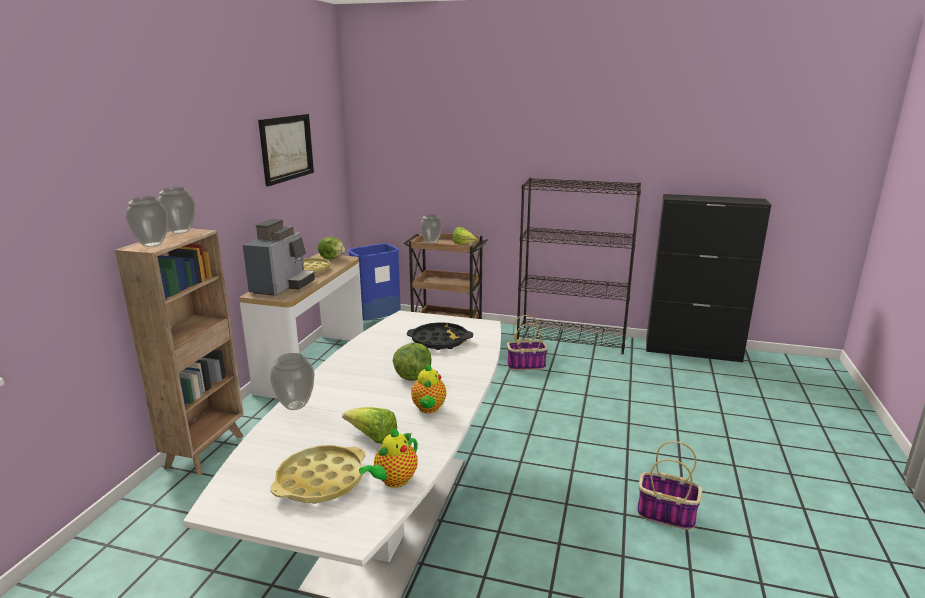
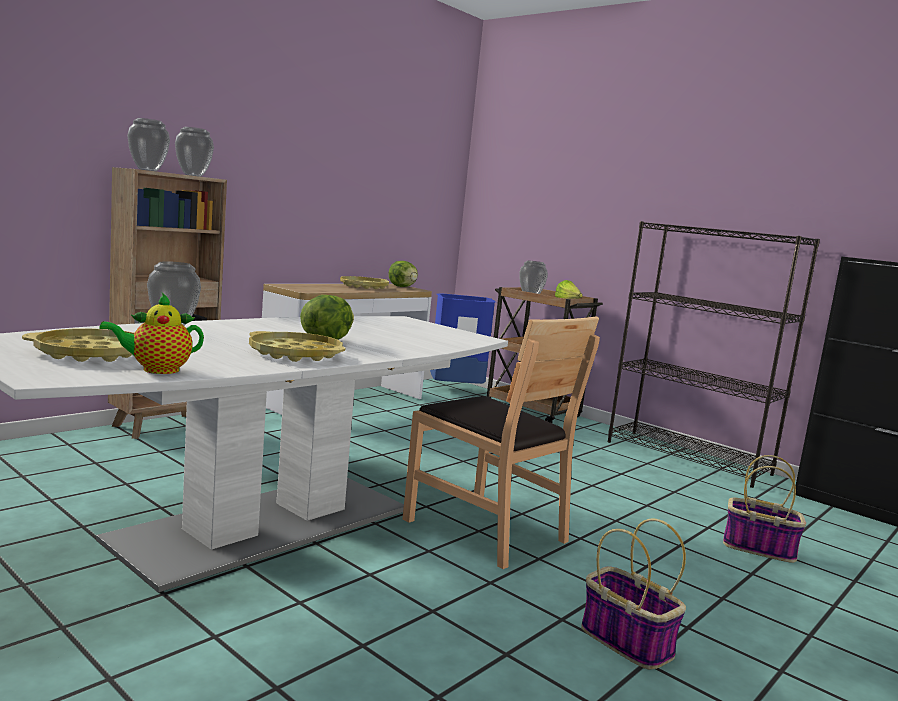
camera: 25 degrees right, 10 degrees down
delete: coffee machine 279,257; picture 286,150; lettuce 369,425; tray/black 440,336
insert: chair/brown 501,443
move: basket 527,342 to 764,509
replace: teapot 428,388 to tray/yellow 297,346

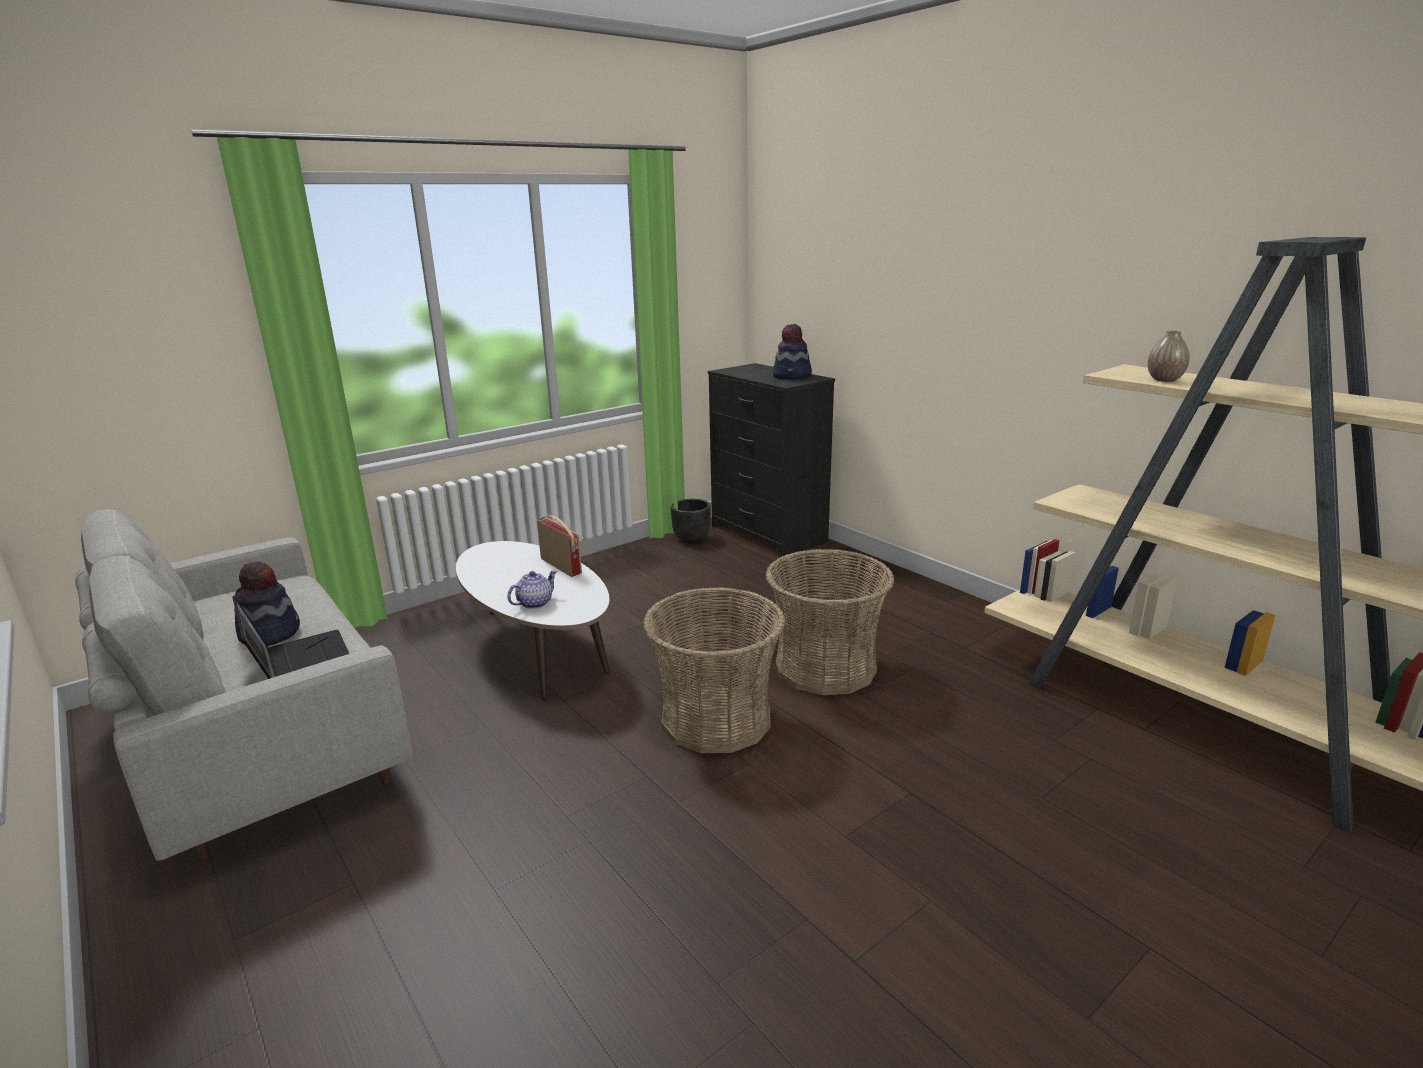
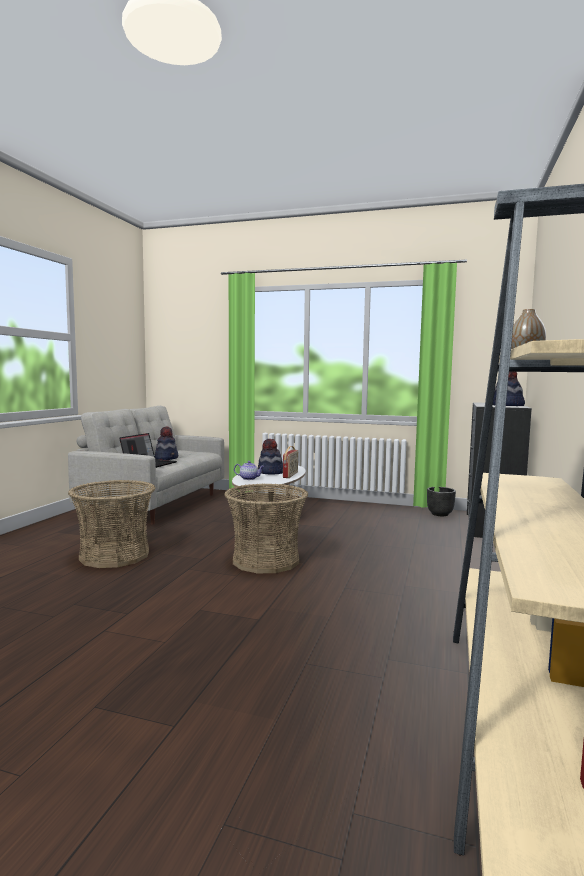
camera: 55 degrees right, 15 degrees down
insert: hat 270,456
move: basket 830,622 to 111,524

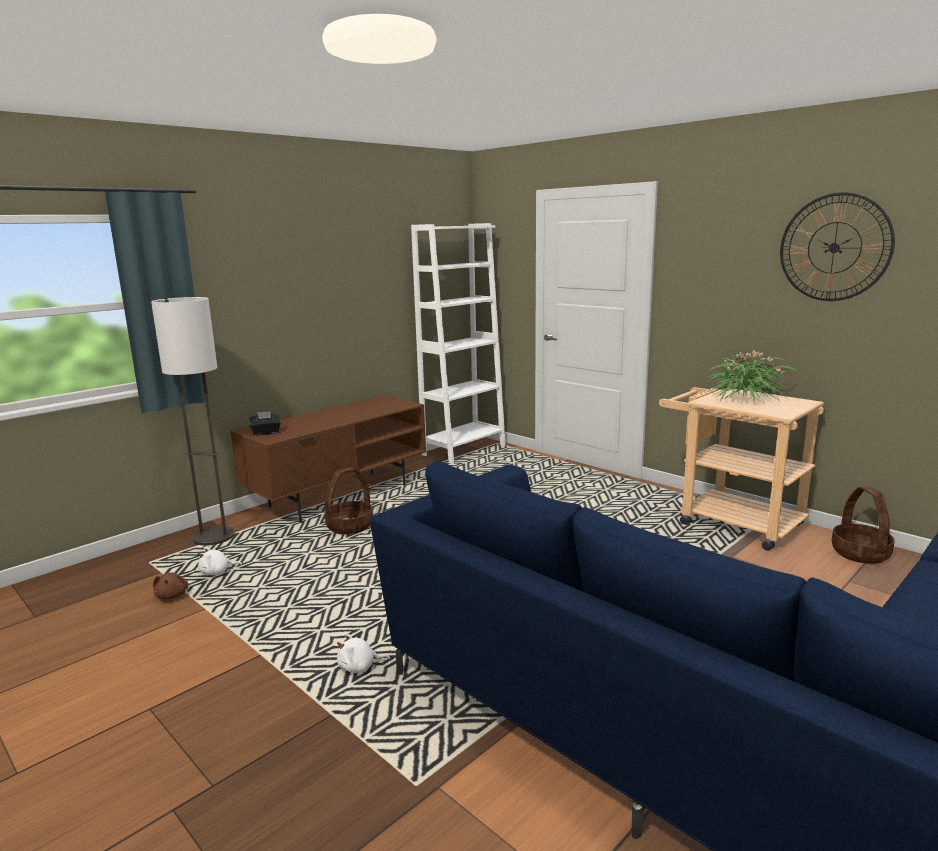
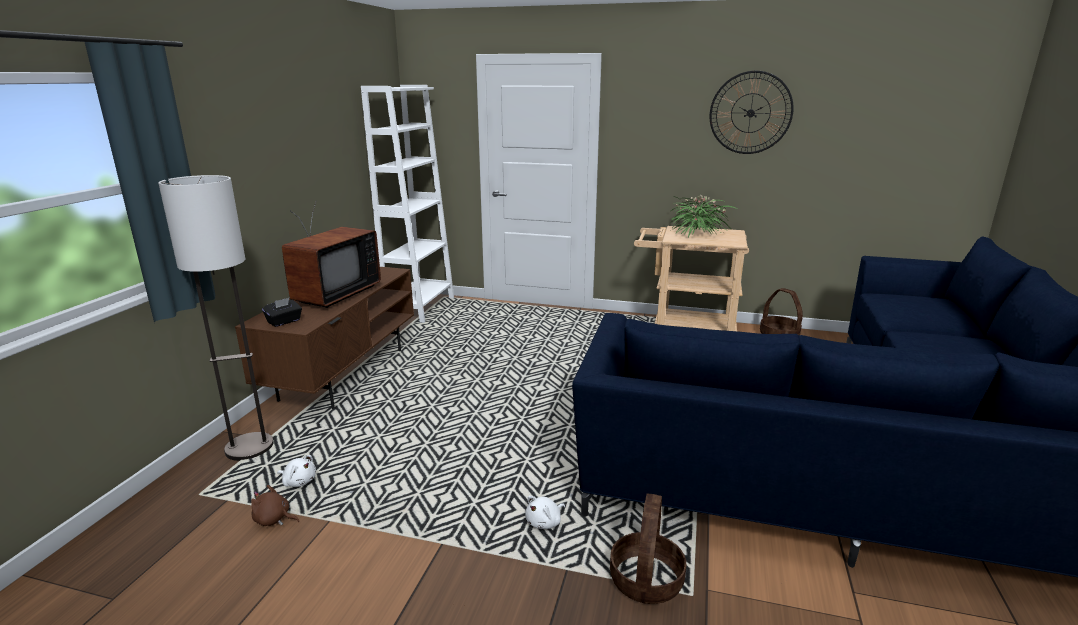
camera: 30 degrees left, 5 degrees up
insert: television 331,254
move: basket 349,500 to 648,548
rotate: plush toy/brown 171,586 = 275,505 150 degrees clockwise; plush toy/white 220,561 = 296,471 105 degrees counterclockwise

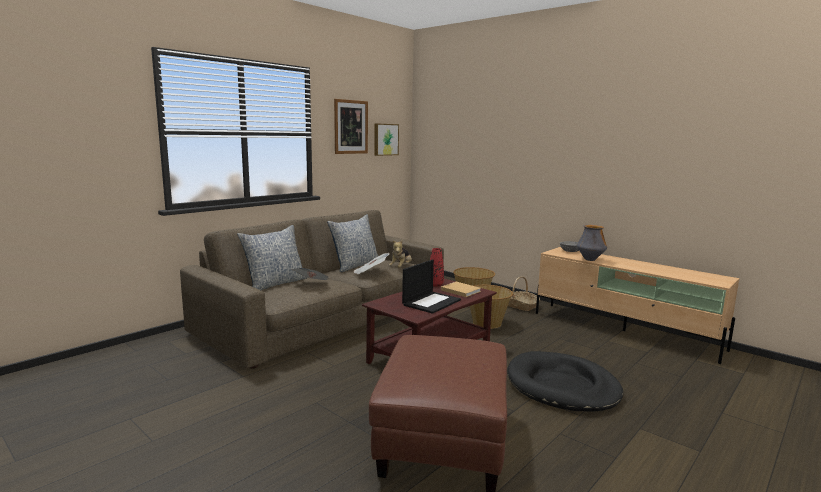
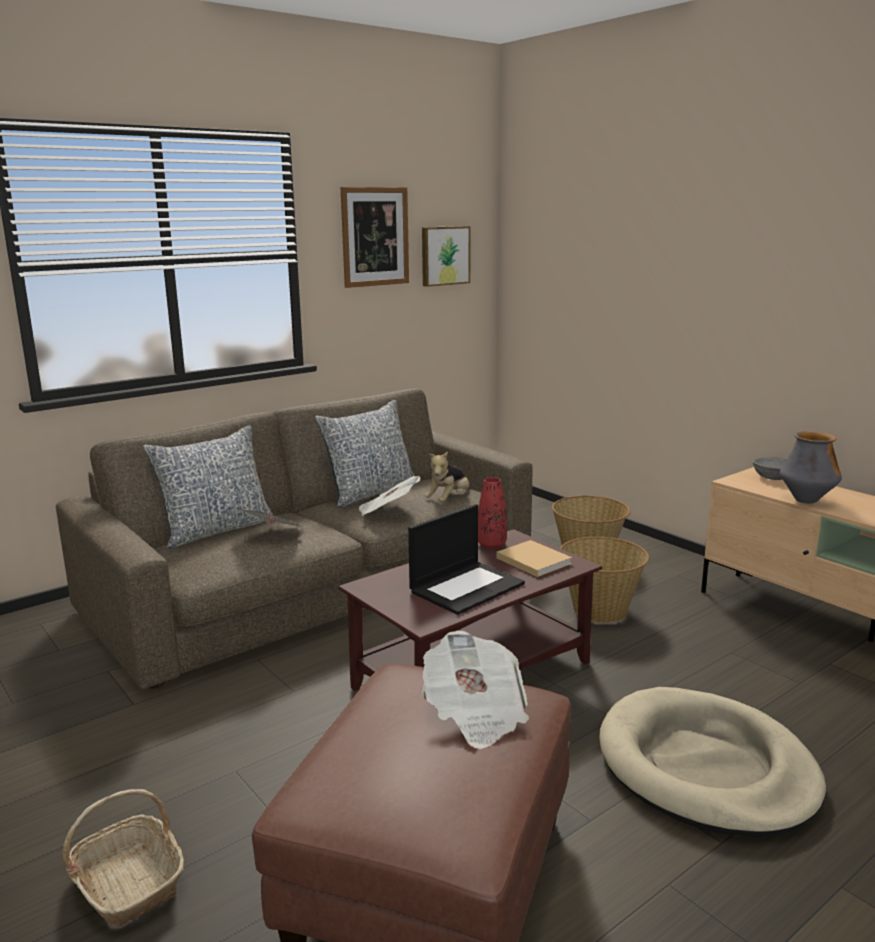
camera: 10 degrees right, 5 degrees up
insert: newspaper 475,690
move: basket 524,293 to 123,858
recolor: dog bed/black 565,381 to dog bed/beige 712,762

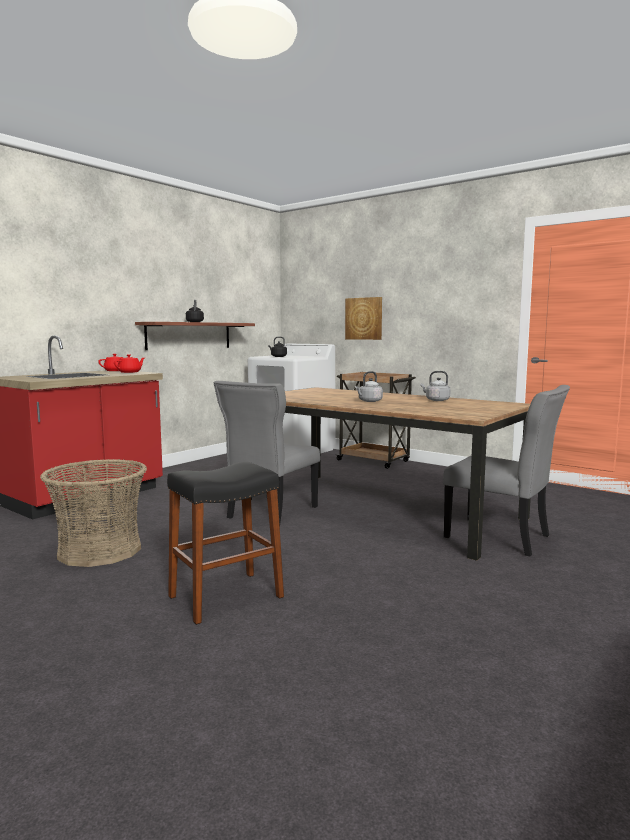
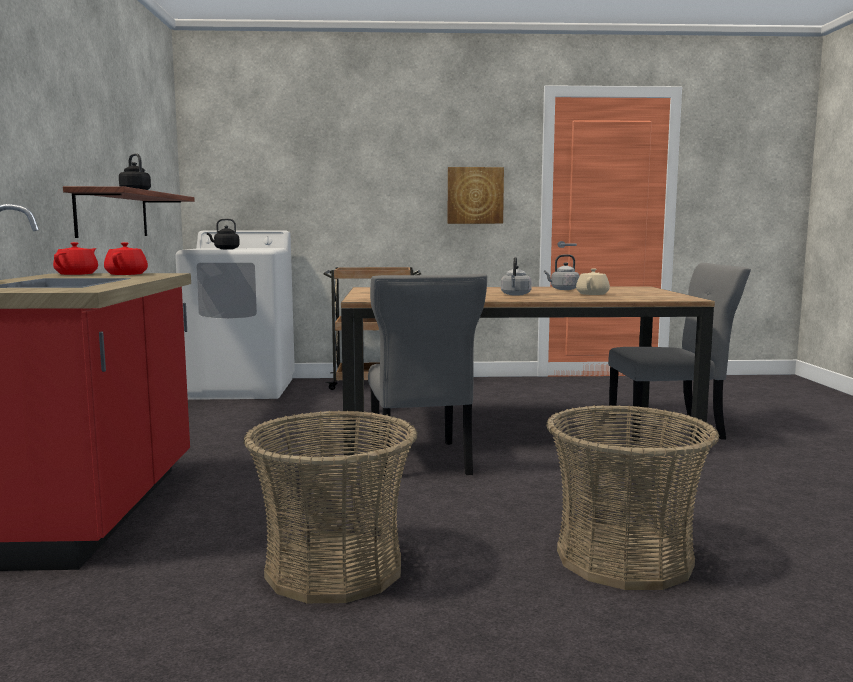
camera: 40 degrees left, 0 degrees up
insert: teapot/beige 593,281
move: picture 363,318 to 476,195
replace: stool/black 225,543 to basket 633,497

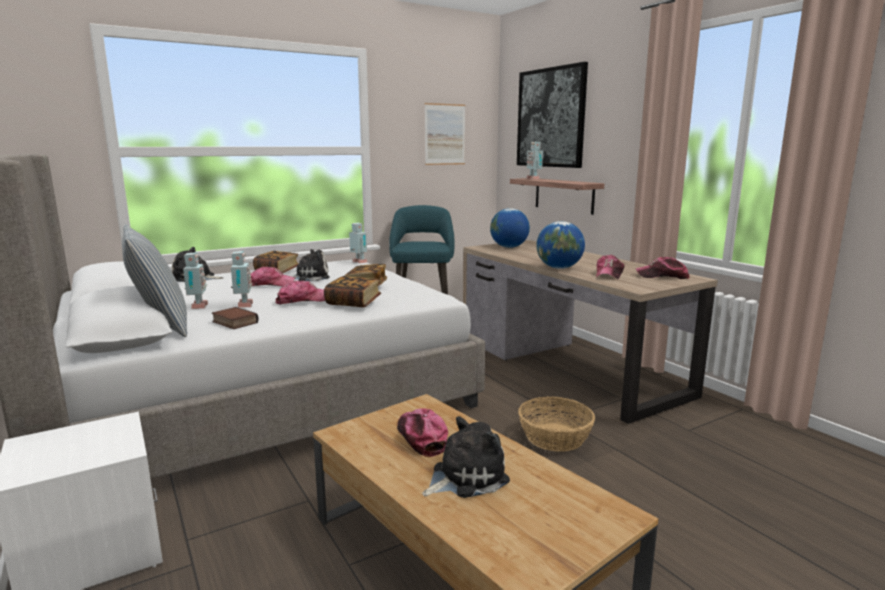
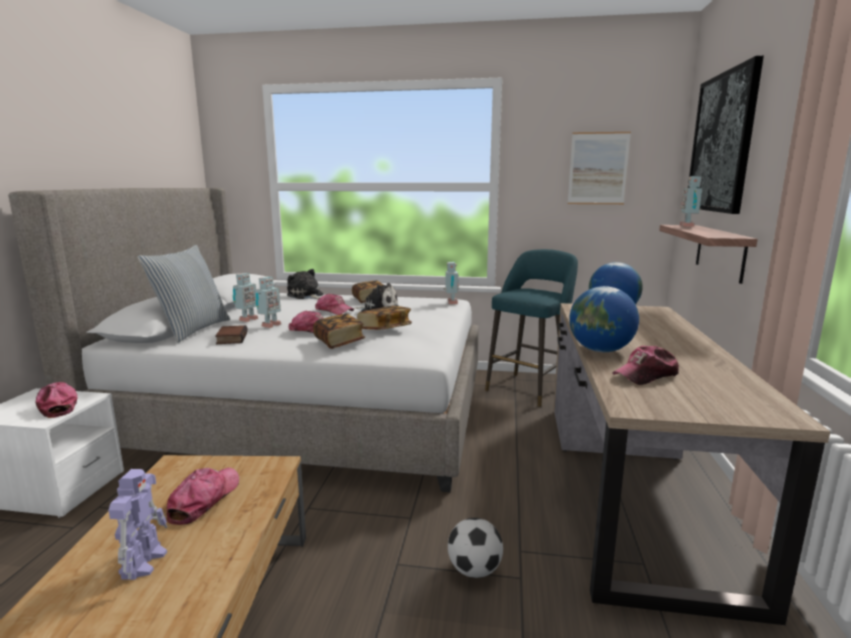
camera: 40 degrees right, 0 degrees up
move: cap 662,268 to 57,400
replace: plush toy 466,457 to toy robot 137,524; basket 556,424 to football 475,548

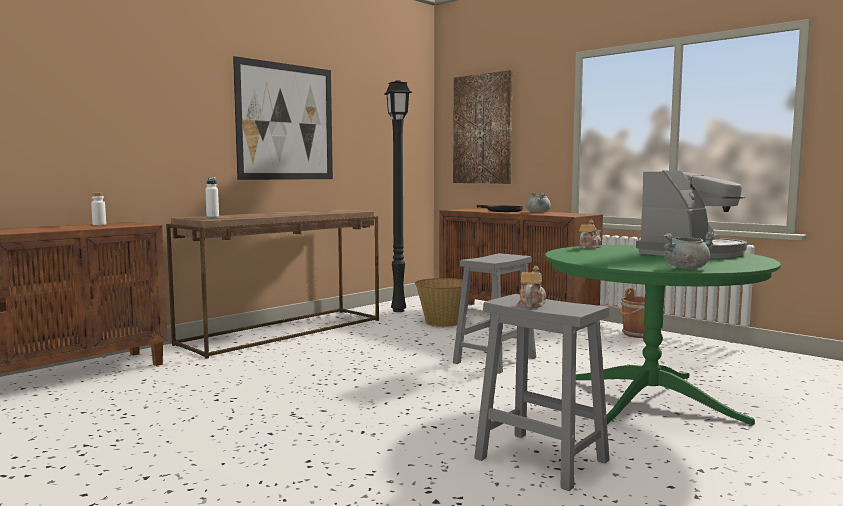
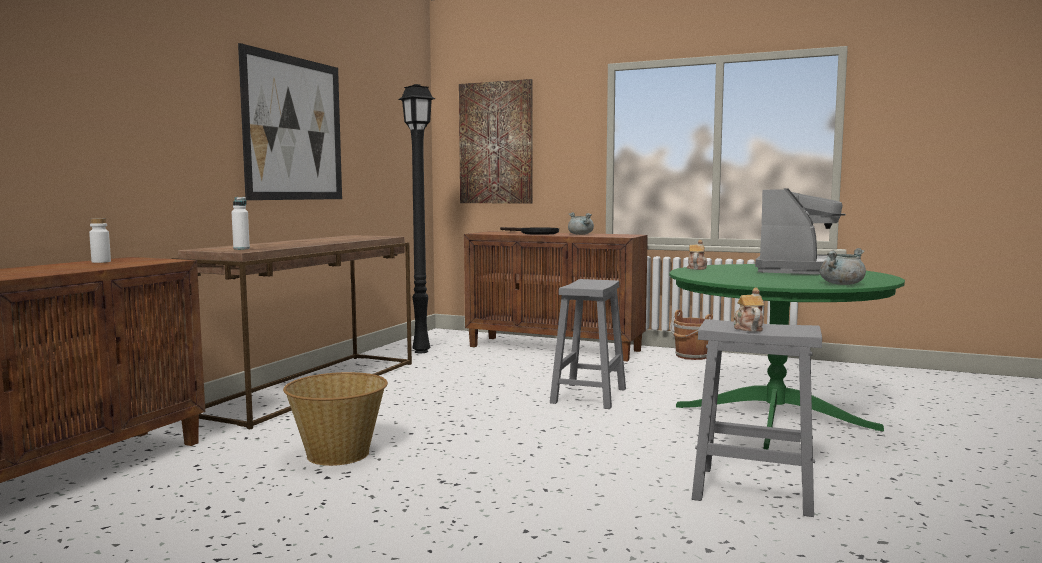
camera: 20 degrees left, 0 degrees up
move: basket 443,302 to 335,419

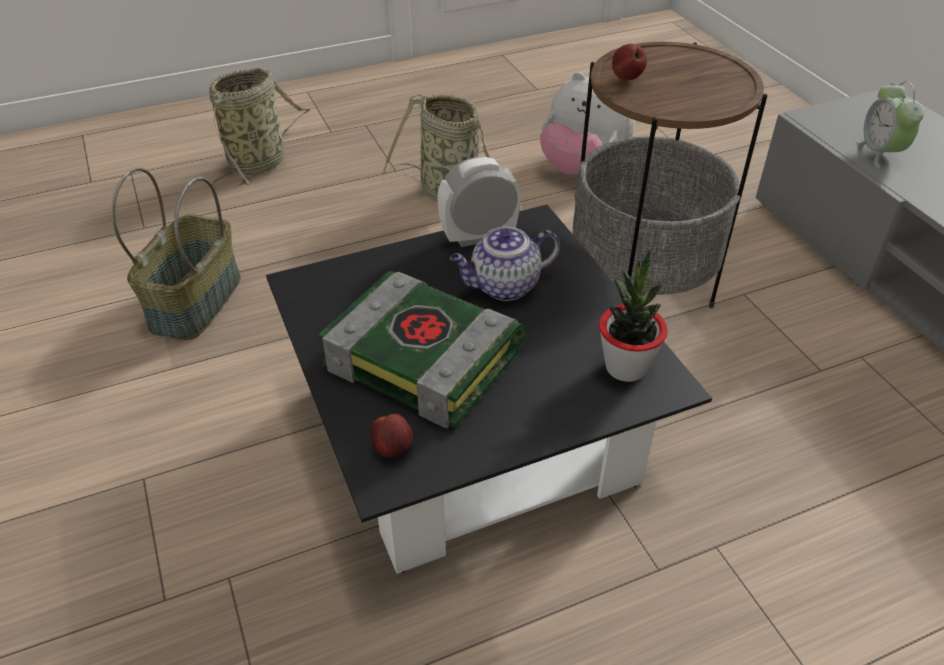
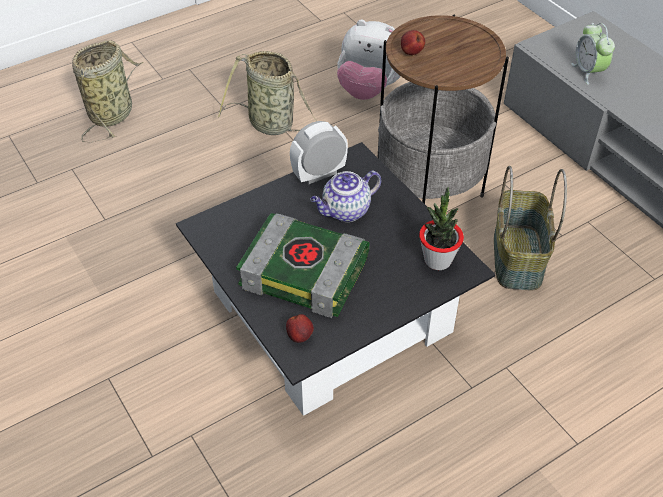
camera: 10 degrees left, 5 degrees up
move: basket 176,253 to 530,228

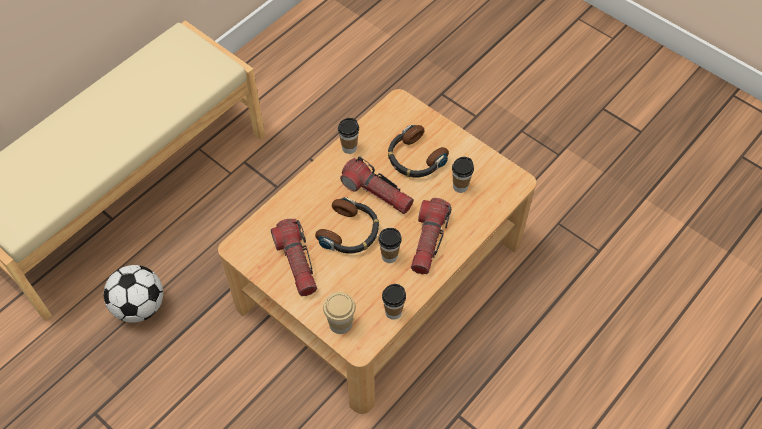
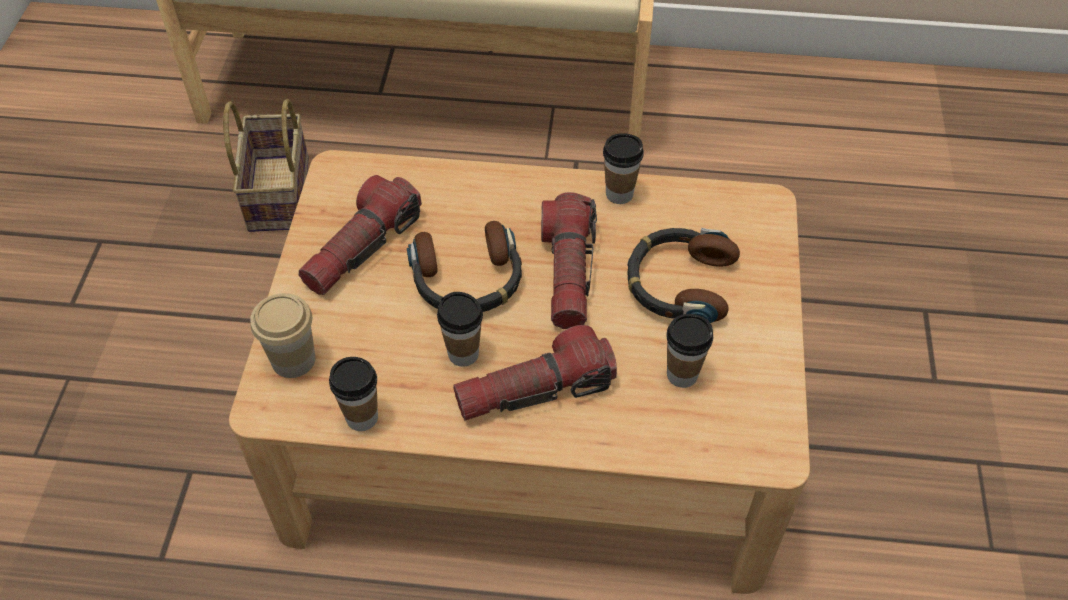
camera: 55 degrees right, 5 degrees down
replace: football 133,294 to basket 266,165

